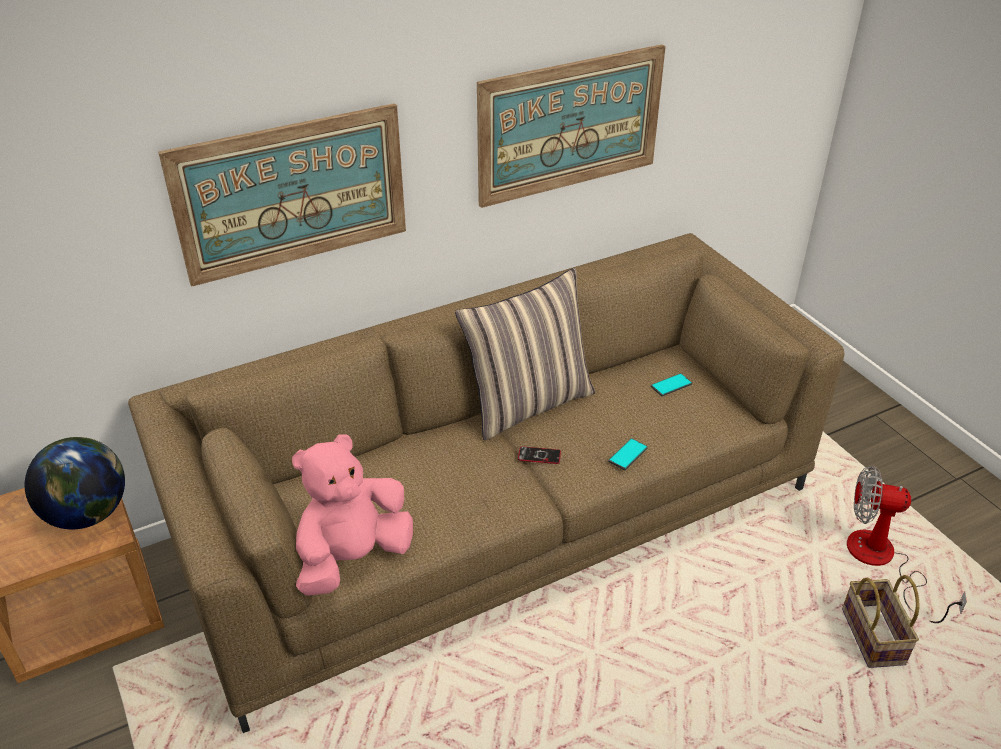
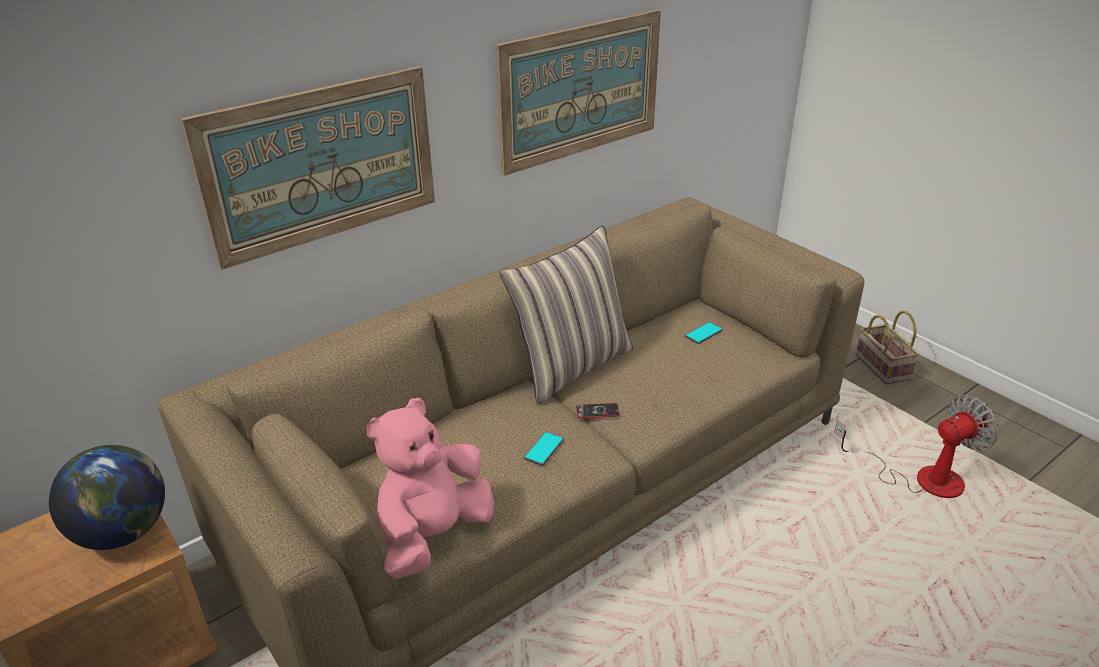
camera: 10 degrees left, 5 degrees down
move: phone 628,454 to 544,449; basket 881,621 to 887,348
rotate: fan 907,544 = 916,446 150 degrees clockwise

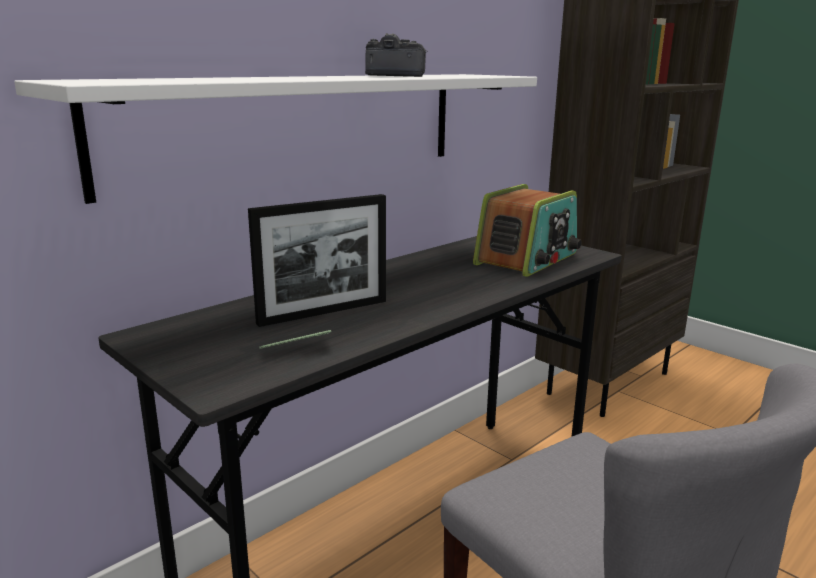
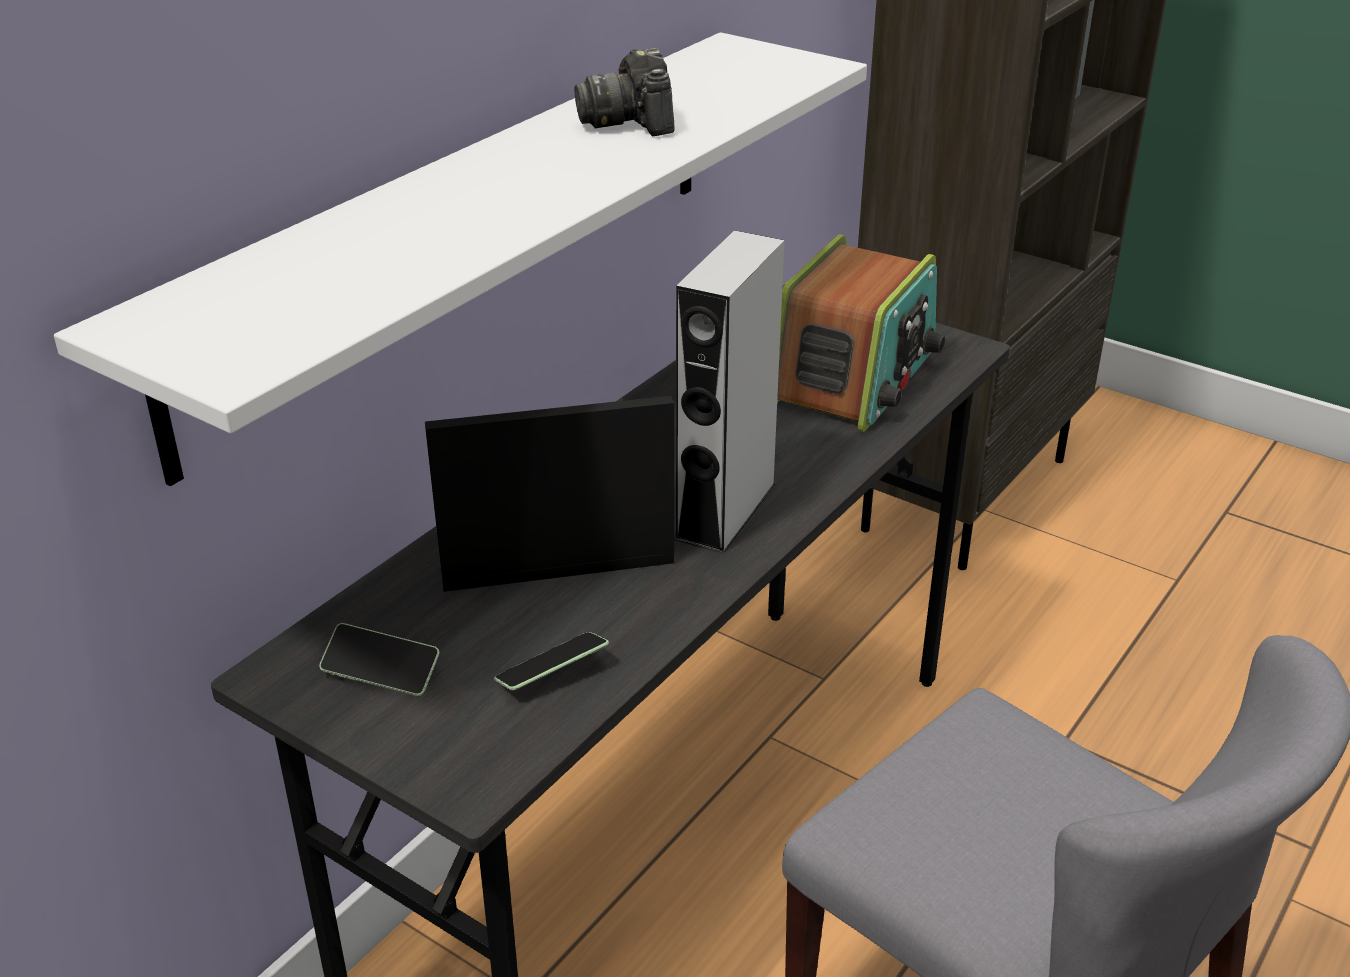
camera: 10 degrees left, 15 degrees up
insert: phone 379,659; speaker/grey 729,392
rotate: picture frame 317,260 = 549,494 150 degrees counterclockwise; photo camera 395,55 = 624,92 105 degrees counterclockwise

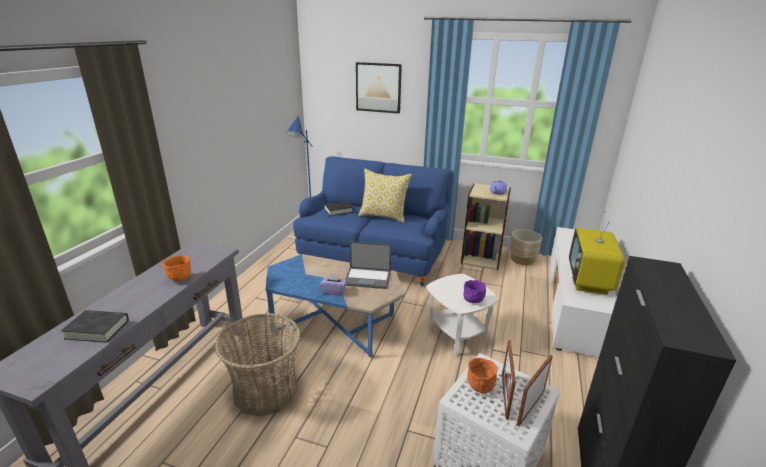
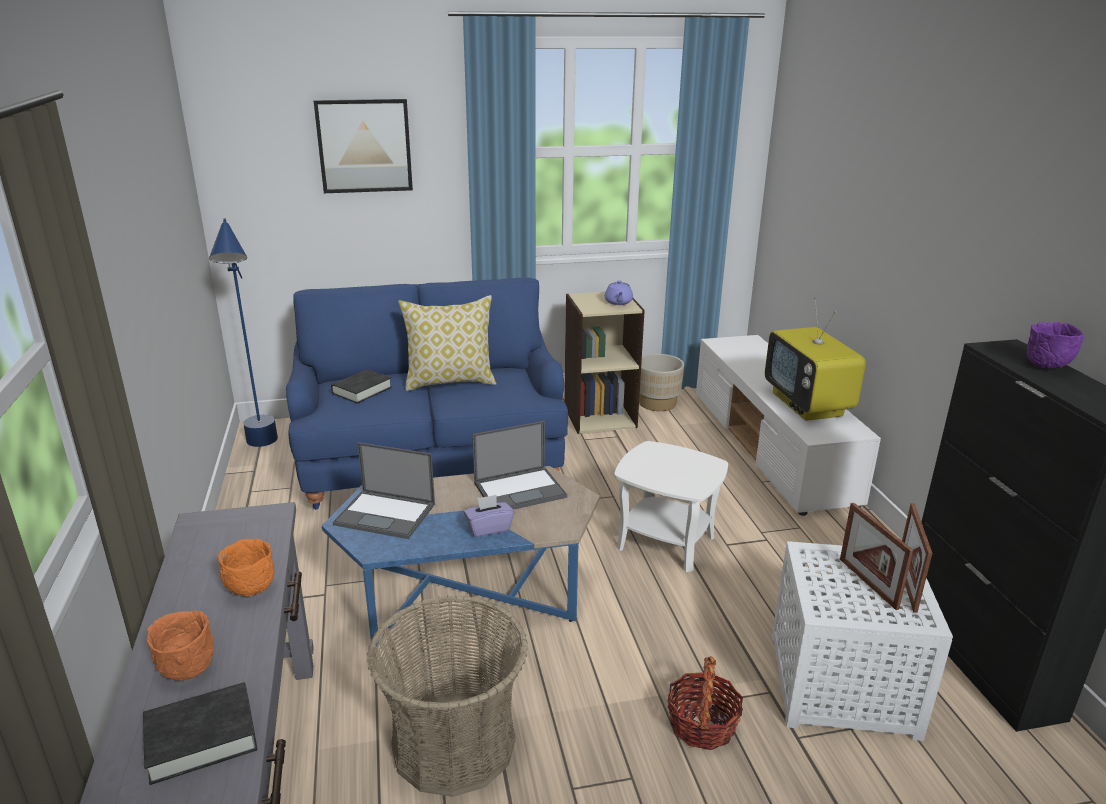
camera: 30 degrees left, 0 degrees up
insert: laptop 384,490; basket 705,703
move: bowl/purple 474,291 to 1055,345; bowl/orange 482,375 to 180,645

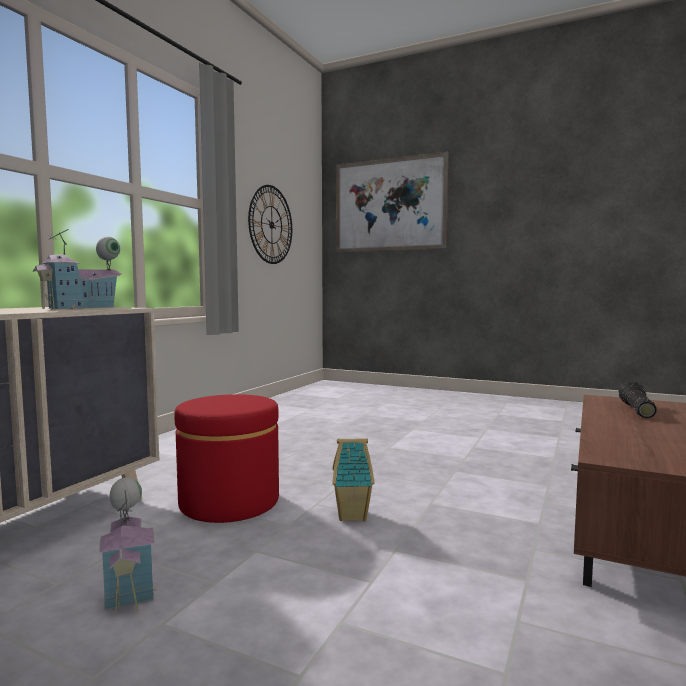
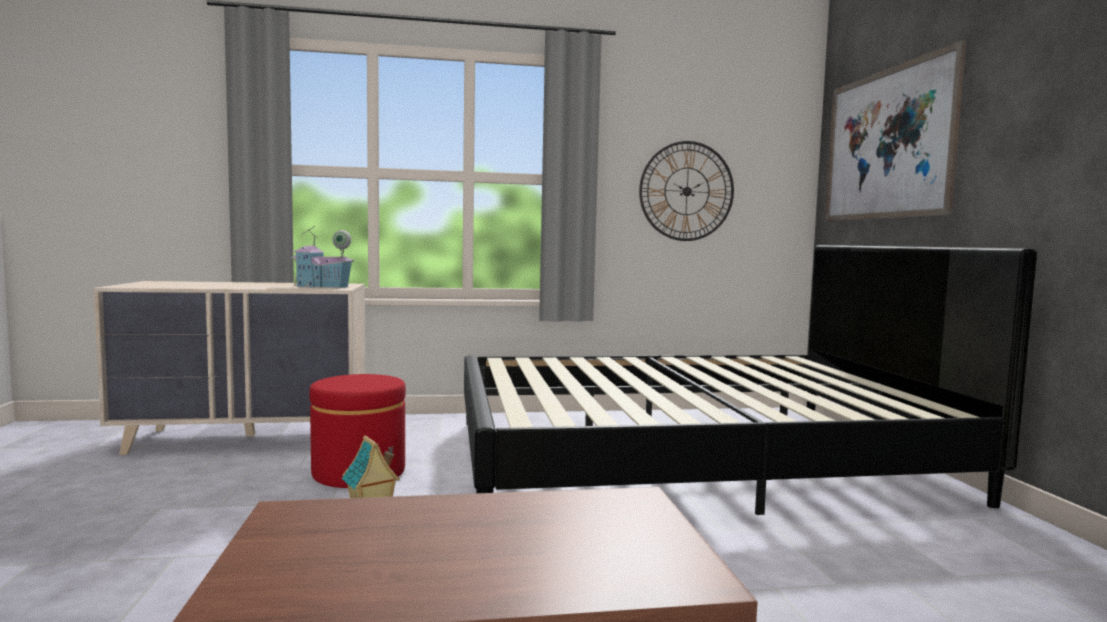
camera: 55 degrees right, 0 degrees up
delete: toy house 127,545; flashlight 637,399
insert: bed/black 750,380

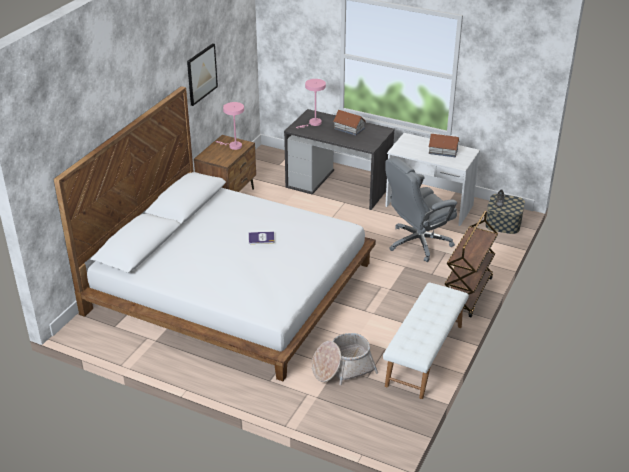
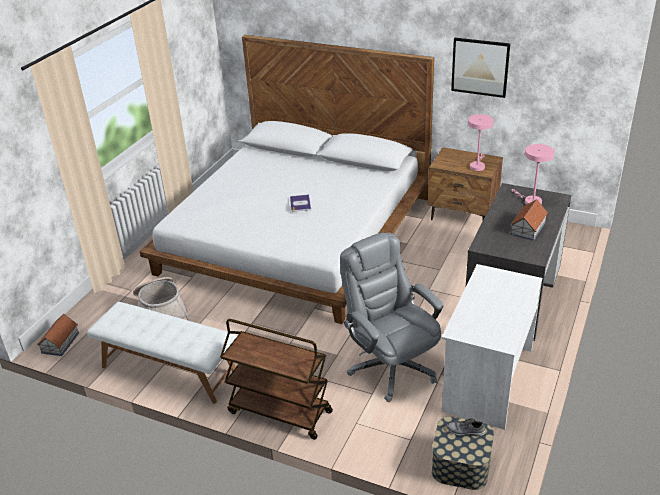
camera: 90 degrees right, 0 degrees up
move: toy house 443,145 to 58,335

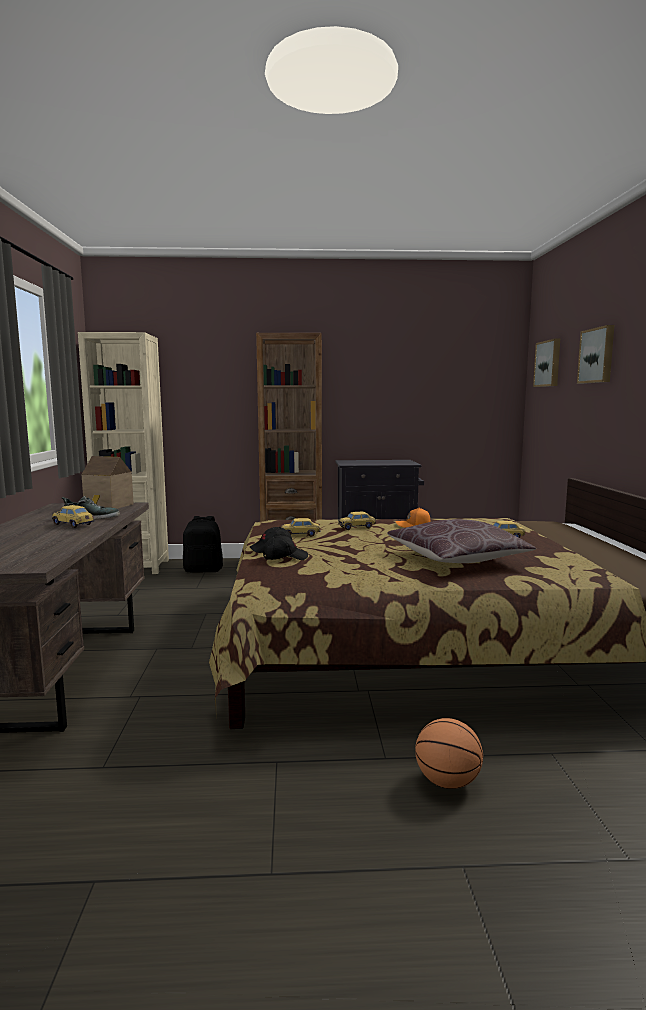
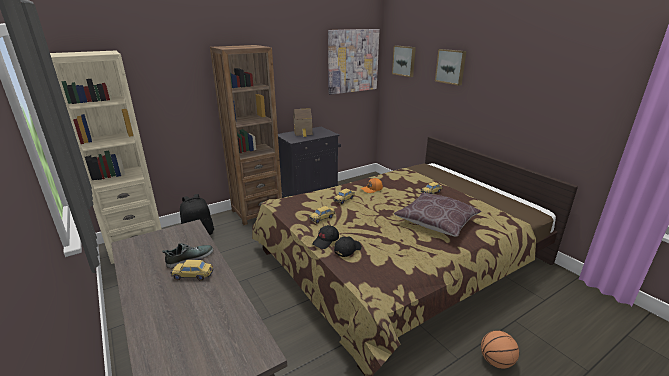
camera: 30 degrees left, 15 degrees up
insert: picture 354,62
move: toy house 107,482 to 302,122

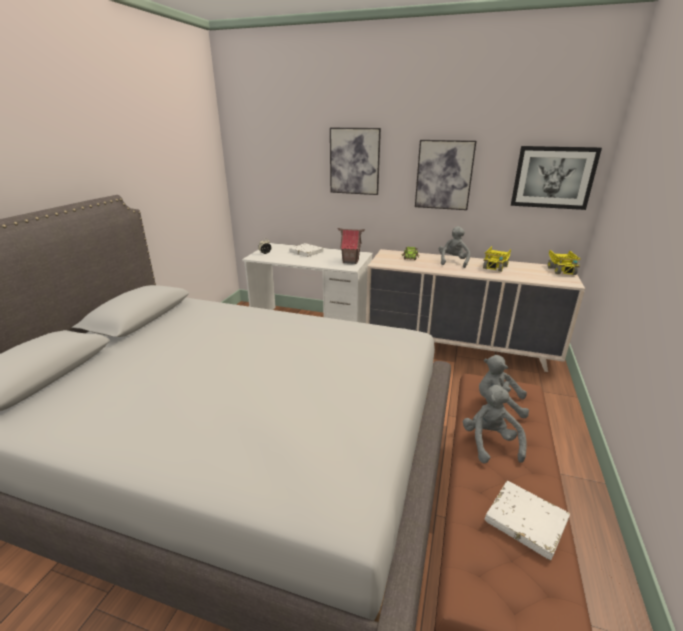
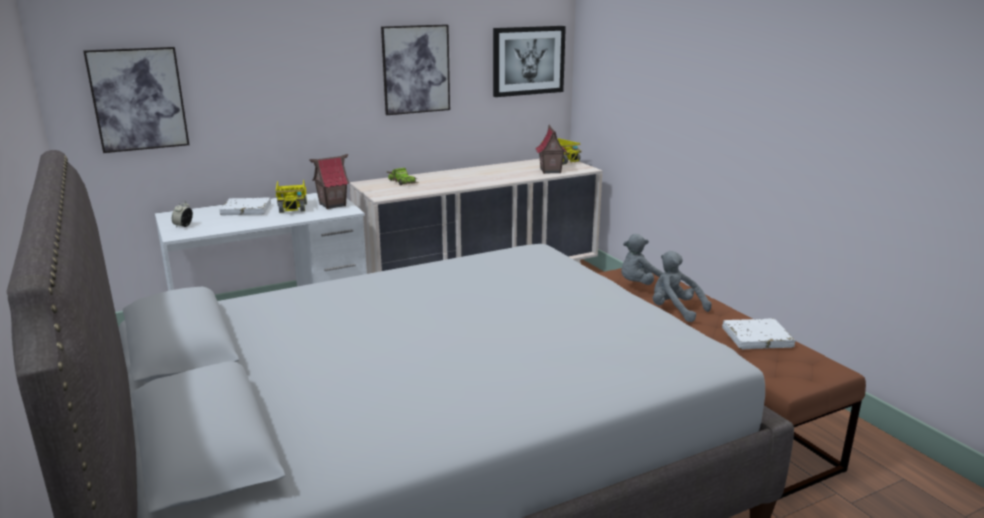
camera: 45 degrees left, 5 degrees down
delete: plush toy/grey 455,247
insert: toy house 551,149
move: picture 355,161 to 136,100; toy truck 497,259 to 291,196

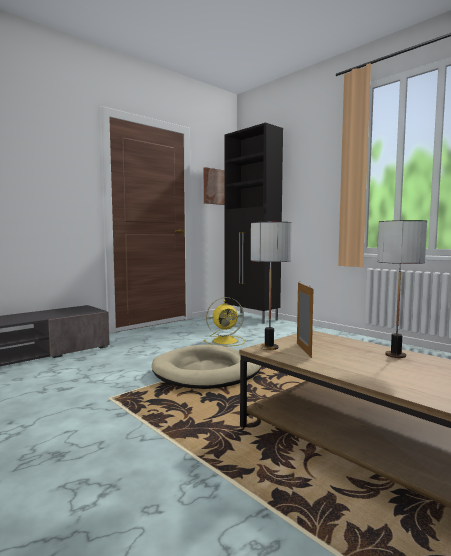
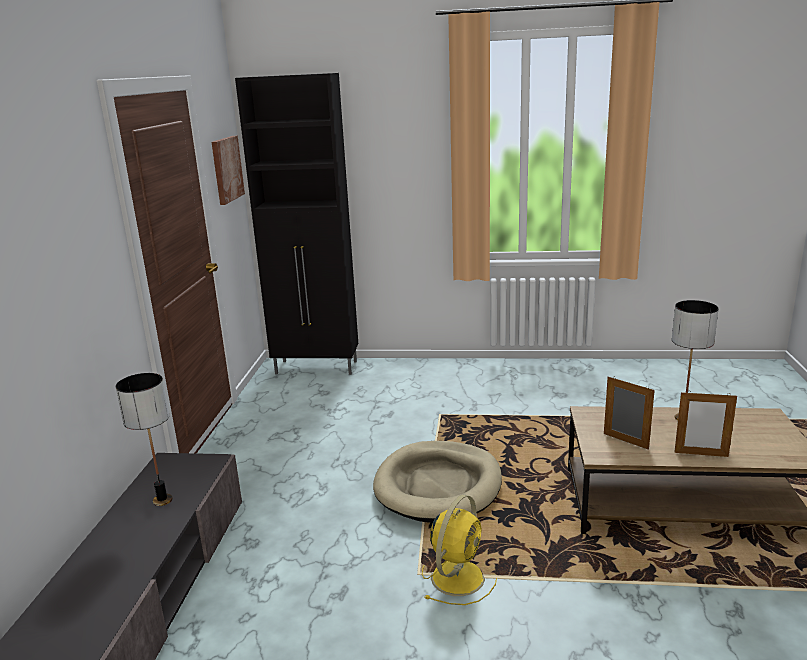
camera: 40 degrees left, 15 degrees up
insert: picture frame 705,424
move: fan/yellow 224,321 to 459,550; table lamp 271,286 to 144,439

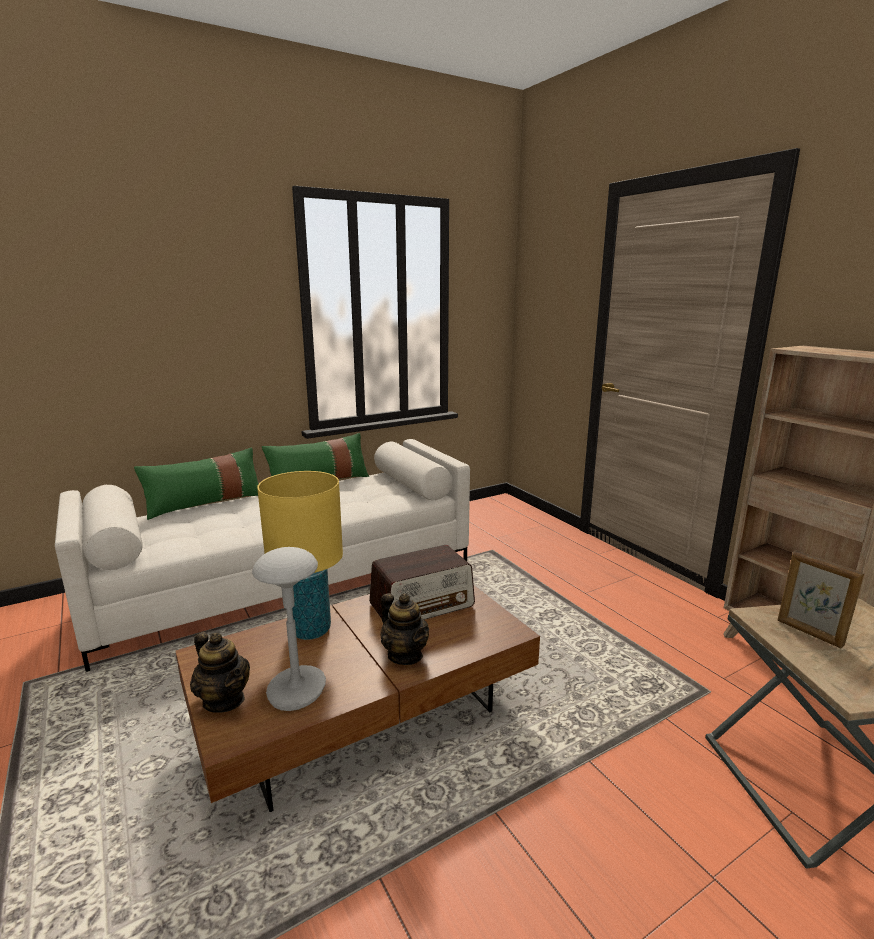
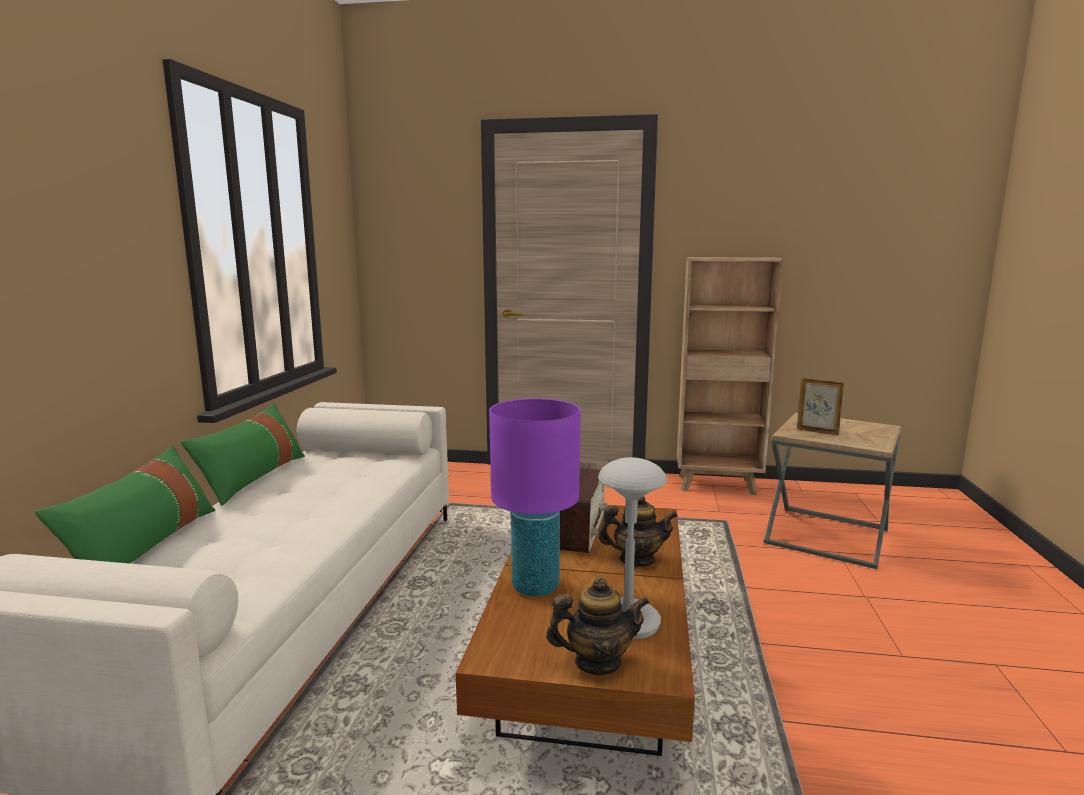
camera: 50 degrees left, 5 degrees down
recolor: table lamp/yellow 300,555 to table lamp/purple 535,497
rotate: picture frame 820,599 = 820,407 150 degrees counterclockwise

